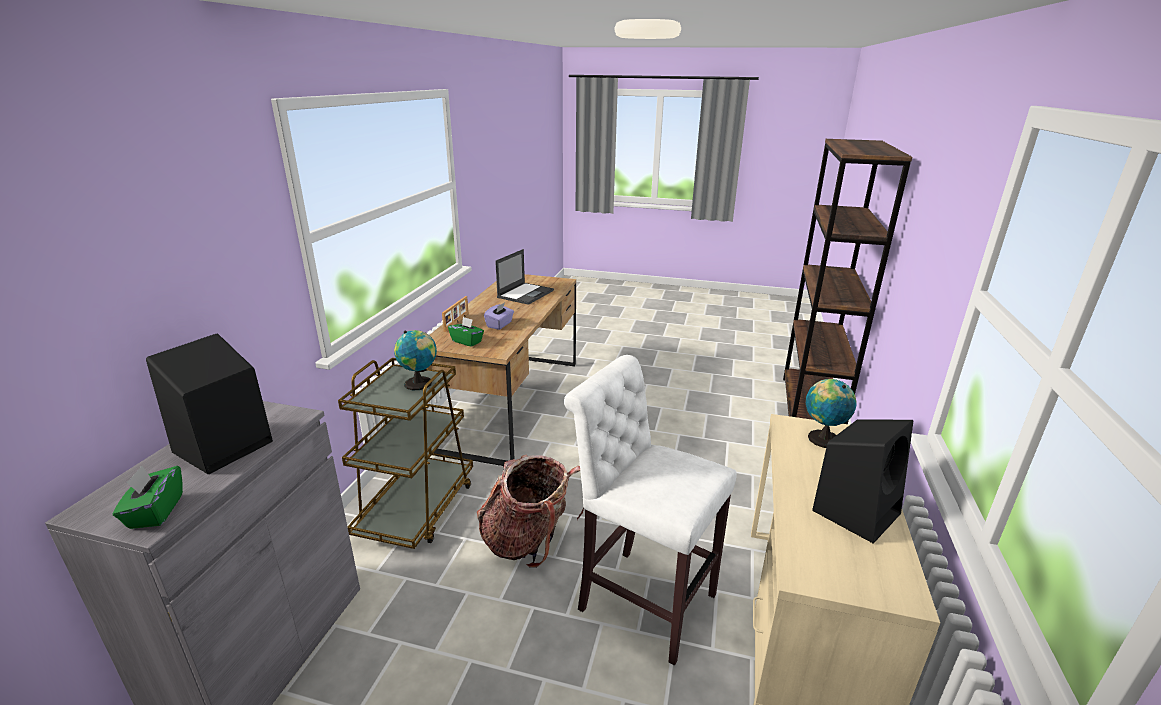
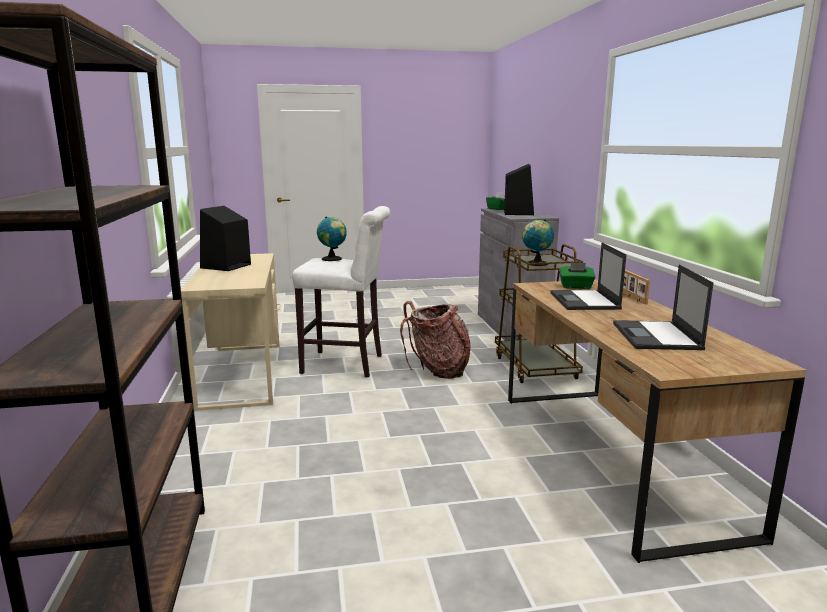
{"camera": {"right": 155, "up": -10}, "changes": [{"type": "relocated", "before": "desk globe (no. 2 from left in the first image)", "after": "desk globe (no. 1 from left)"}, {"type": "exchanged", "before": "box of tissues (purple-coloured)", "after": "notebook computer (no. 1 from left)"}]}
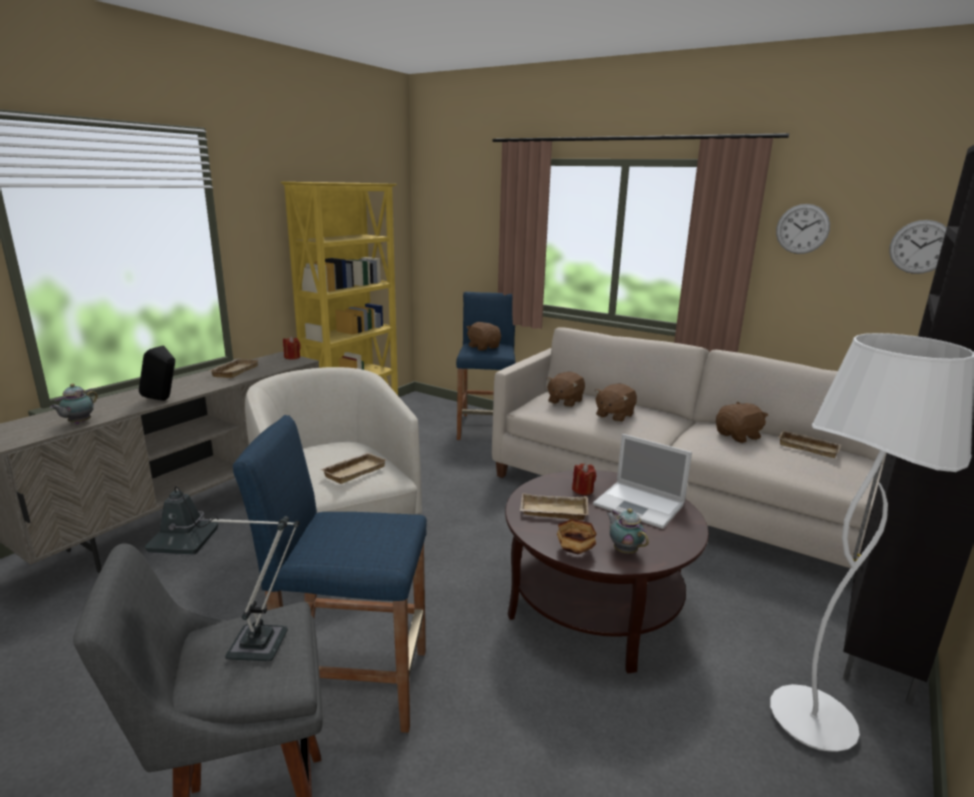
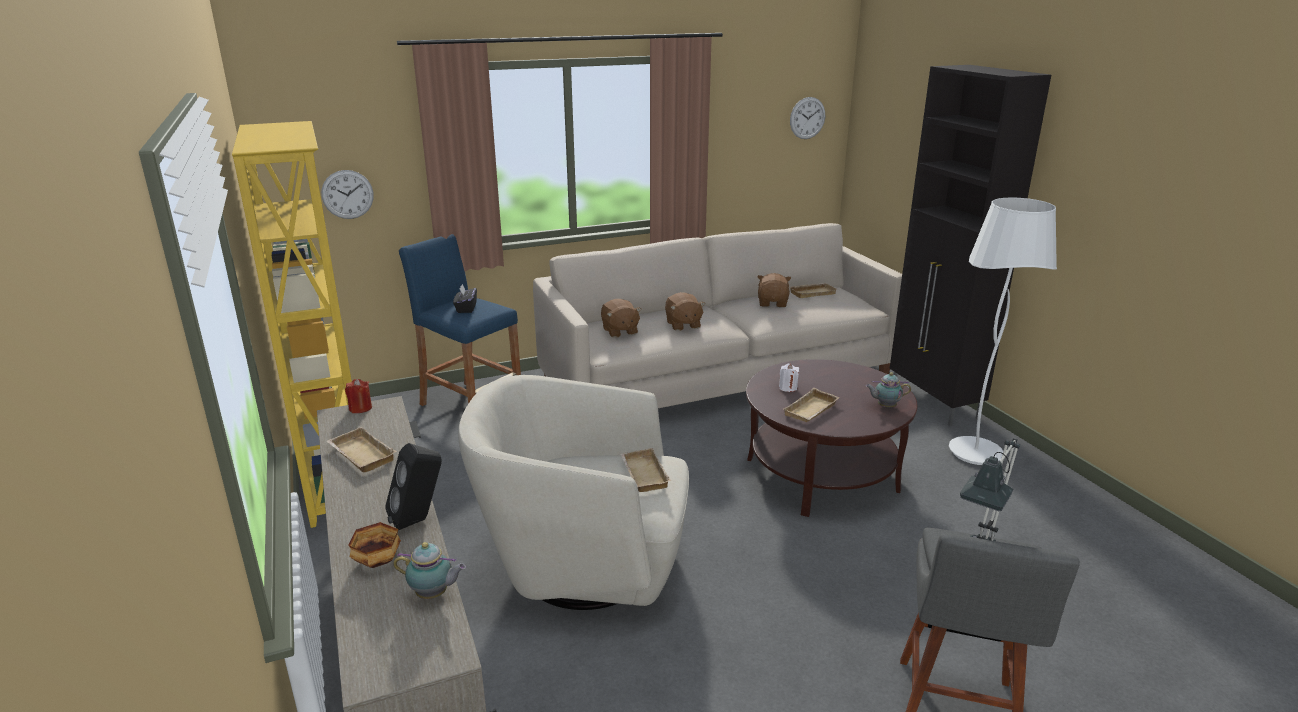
{"camera": {"right": -55, "up": 5}, "changes": [{"type": "relocated", "before": "clock on the wall (no. 1 from left)"}, {"type": "relocated", "before": "deep dish"}, {"type": "spun", "before": "teapot (no. 1 from left)", "turn": -45}, {"type": "exchanged", "before": "soft toy (brown) (no. 1 from left)", "after": "box of tissues (black)"}, {"type": "colour", "before": "wax candle (red-coloured) (no. 2 from left)", "after": "wax candle (white-coloured)"}, {"type": "missing", "before": "sitting stool (blue) (no. 1 from left)"}, {"type": "missing", "before": "notebook computer"}]}
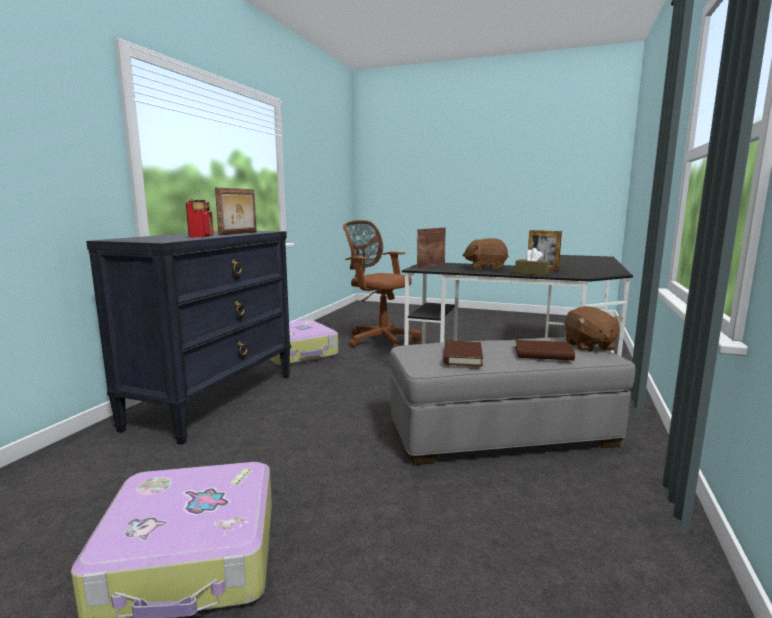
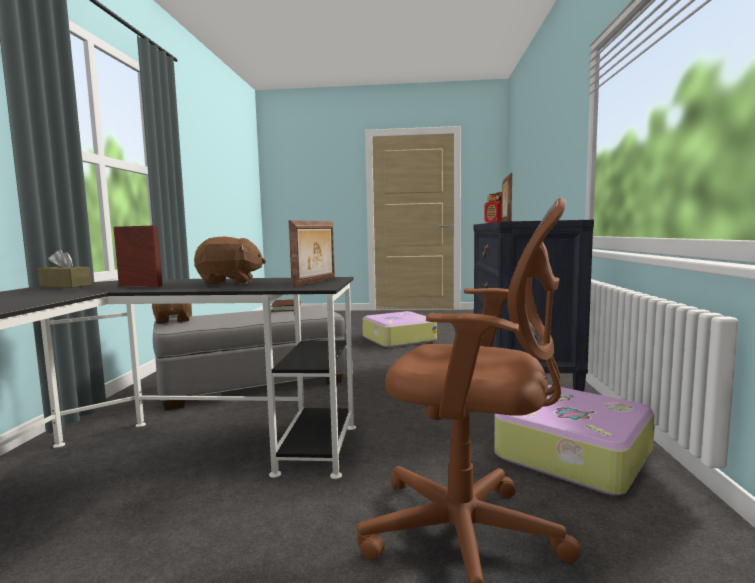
{"camera": {"right": 165, "up": -5}, "changes": [{"type": "relocated", "before": "box of tissues (brown)"}, {"type": "missing", "before": "volume (brown) (no. 2 from left)"}]}
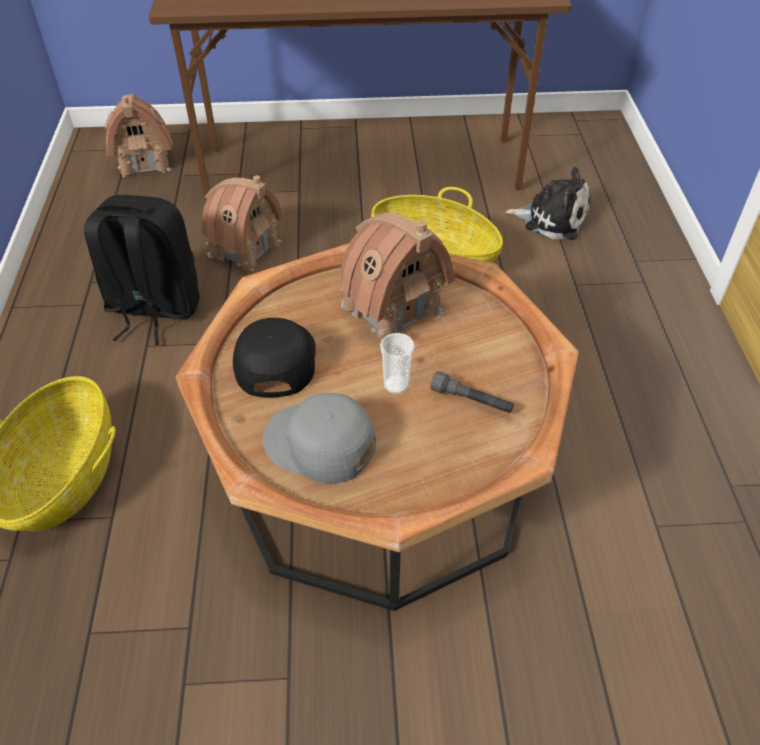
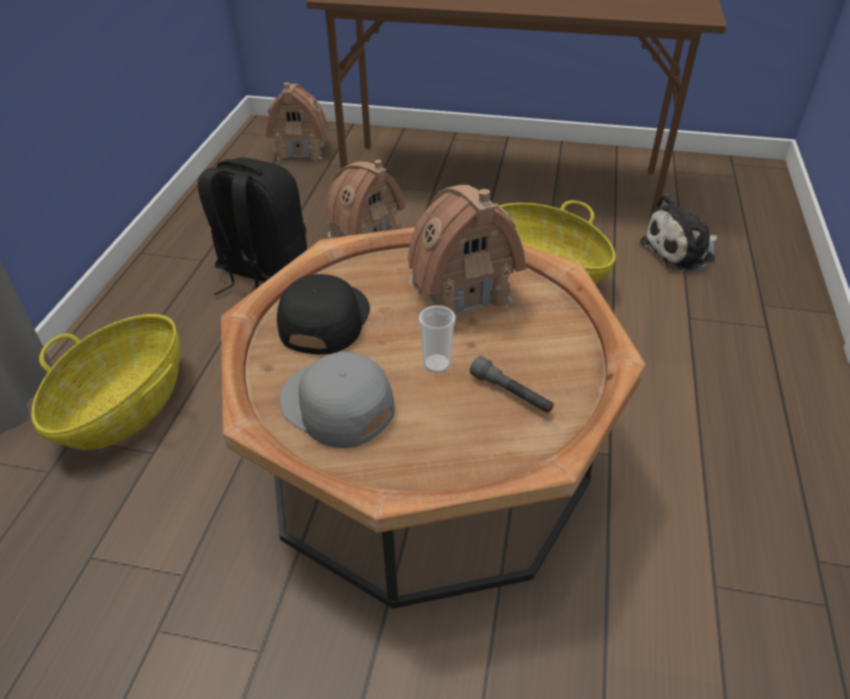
{"camera": {"right": 15, "up": -5}, "changes": [{"type": "spun", "before": "soft toy", "turn": 120}]}
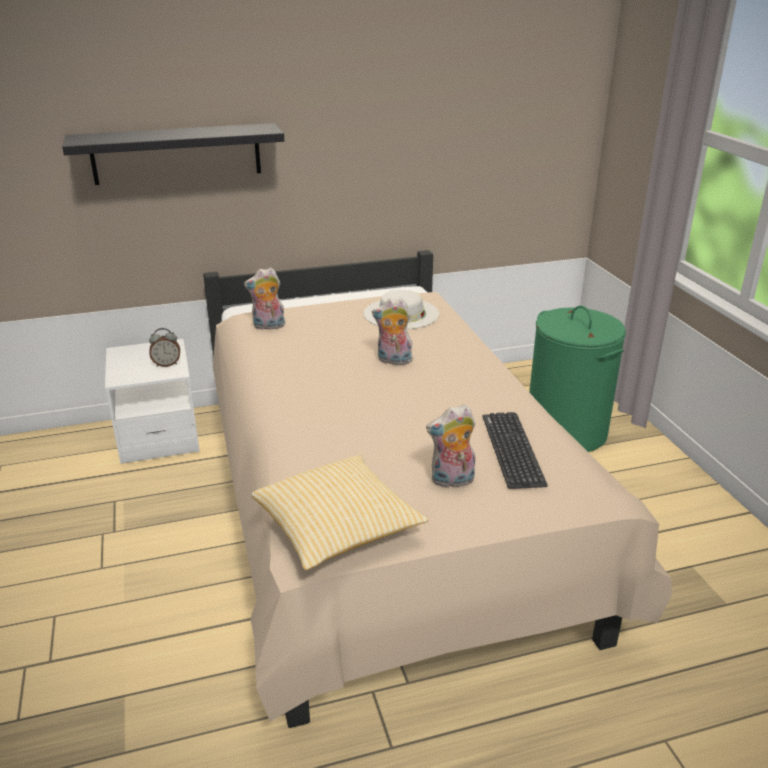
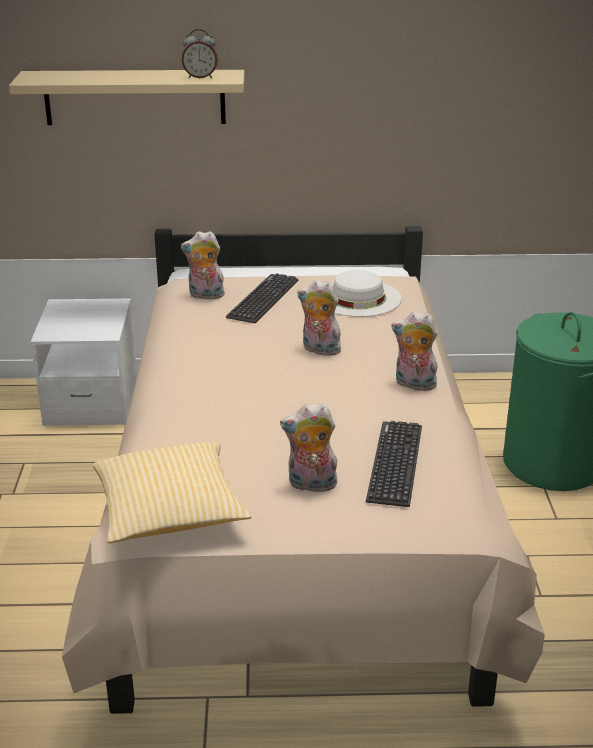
{"camera": {"right": 15, "up": 0}, "changes": [{"type": "colour", "before": "wall shelf (black)", "after": "wall shelf (beige)"}, {"type": "relocated", "before": "bedside clock"}, {"type": "appeared", "after": "keyboard (no. 1 from left)"}, {"type": "appeared", "after": "soft toy (no. 4 from left)"}]}
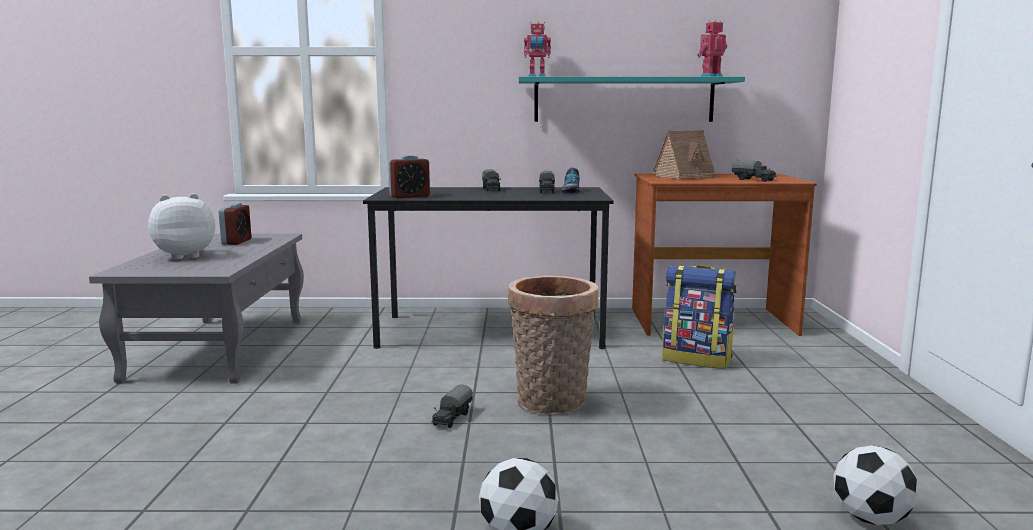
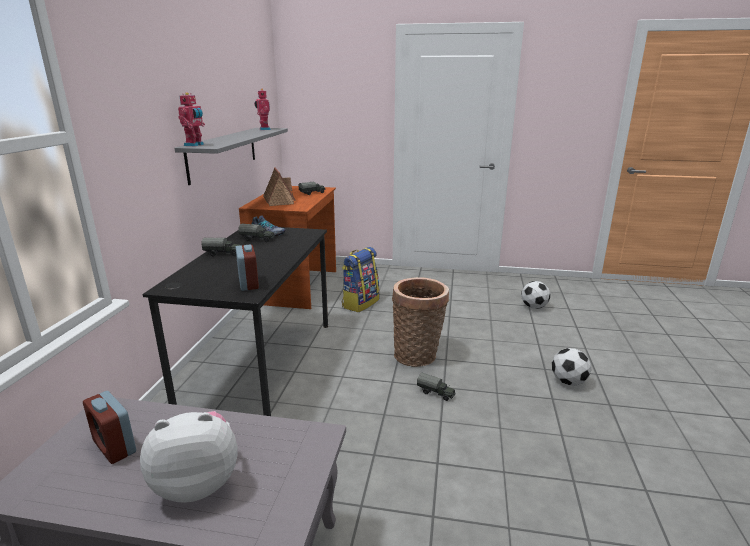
{"camera": {"right": -80, "up": 10}, "changes": [{"type": "spun", "before": "bedside clock (no. 1 from left)", "turn": -150}, {"type": "spun", "before": "soft toy", "turn": 90}, {"type": "colour", "before": "wall shelf (blue-green)", "after": "wall shelf (gray)"}]}
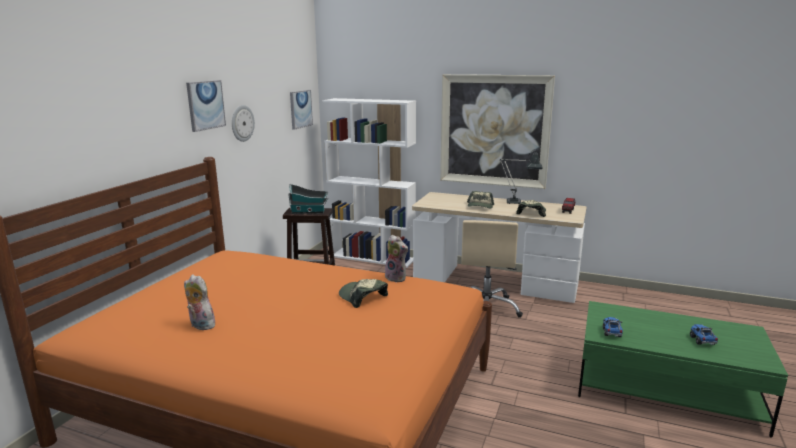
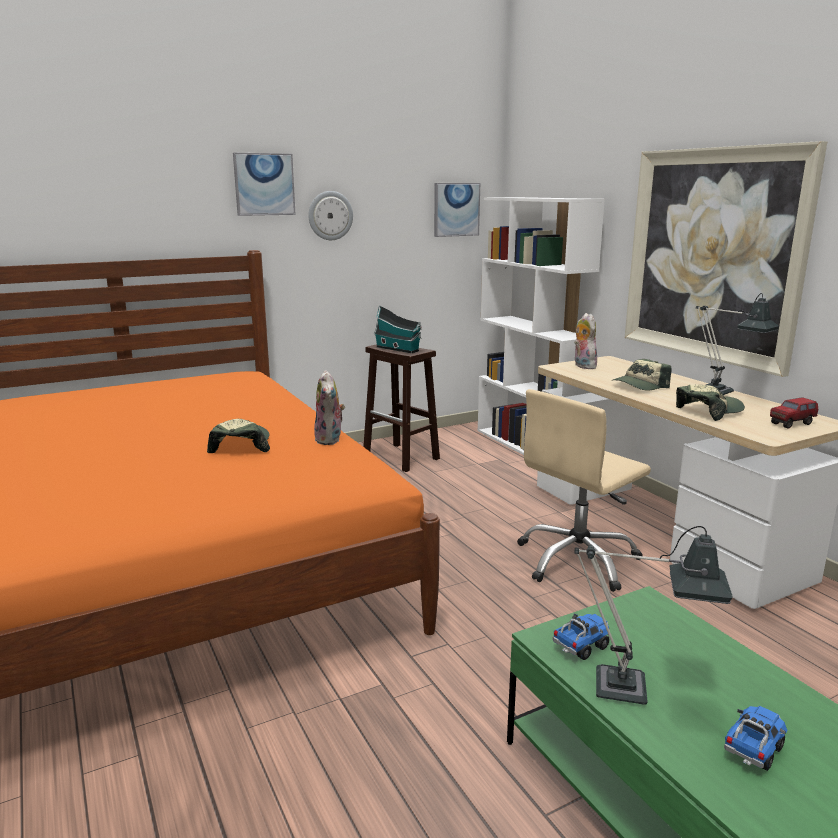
{"camera": {"right": 40, "up": 0}, "changes": [{"type": "relocated", "before": "soft toy (no. 1 from left in the first image)", "after": "soft toy (no. 2 from left)"}, {"type": "appeared", "after": "lamp for a table (no. 1 from left)"}]}
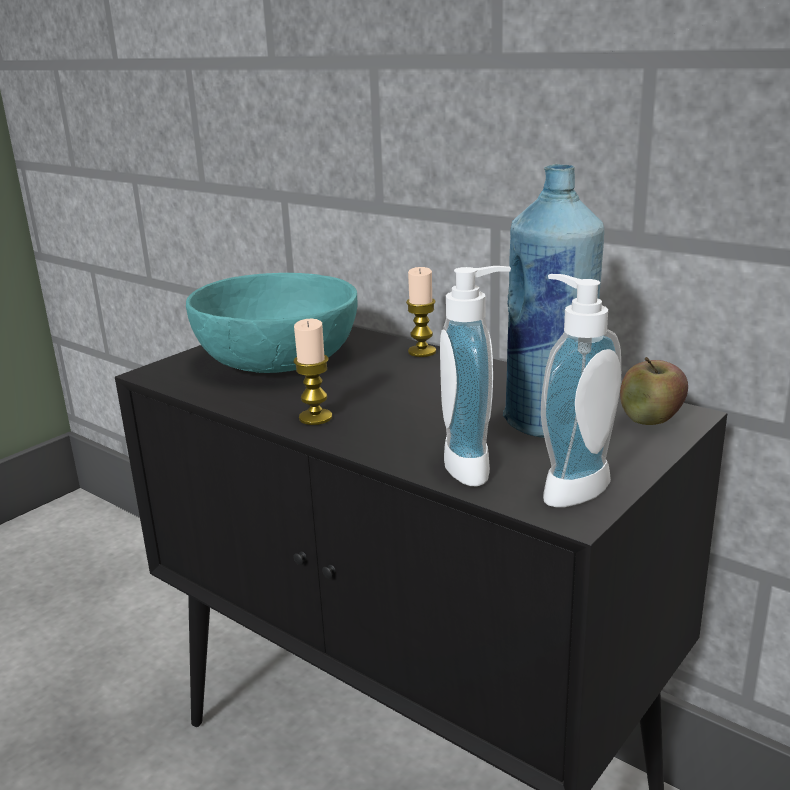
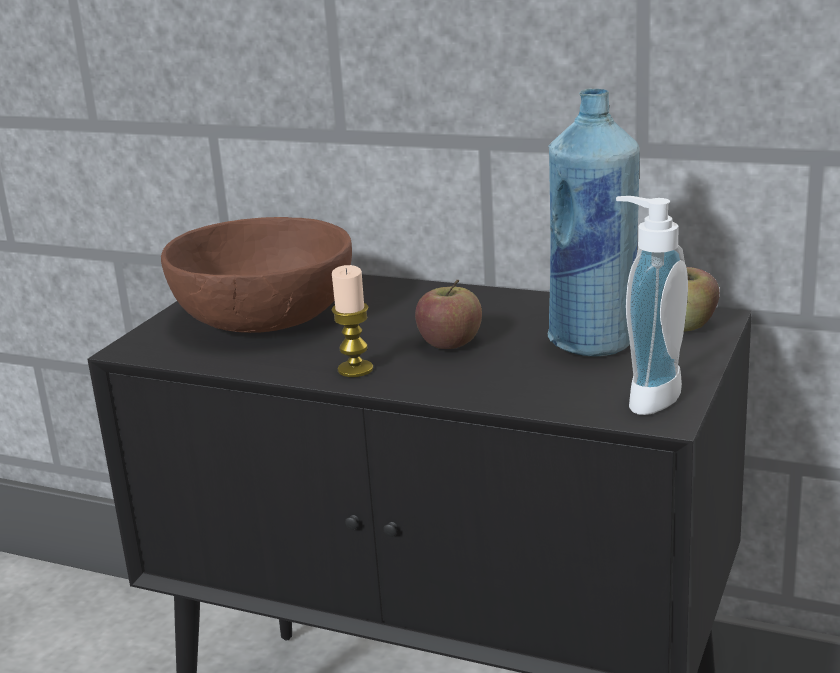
{"camera": {"right": -15, "up": 0}, "changes": [{"type": "colour", "before": "deep dish (blue-green)", "after": "deep dish (brown)"}, {"type": "appeared", "after": "apple fruit (no. 1 from left)"}, {"type": "missing", "before": "wax candle (no. 2 from left)"}, {"type": "missing", "before": "soap dispenser (no. 1 from left)"}]}
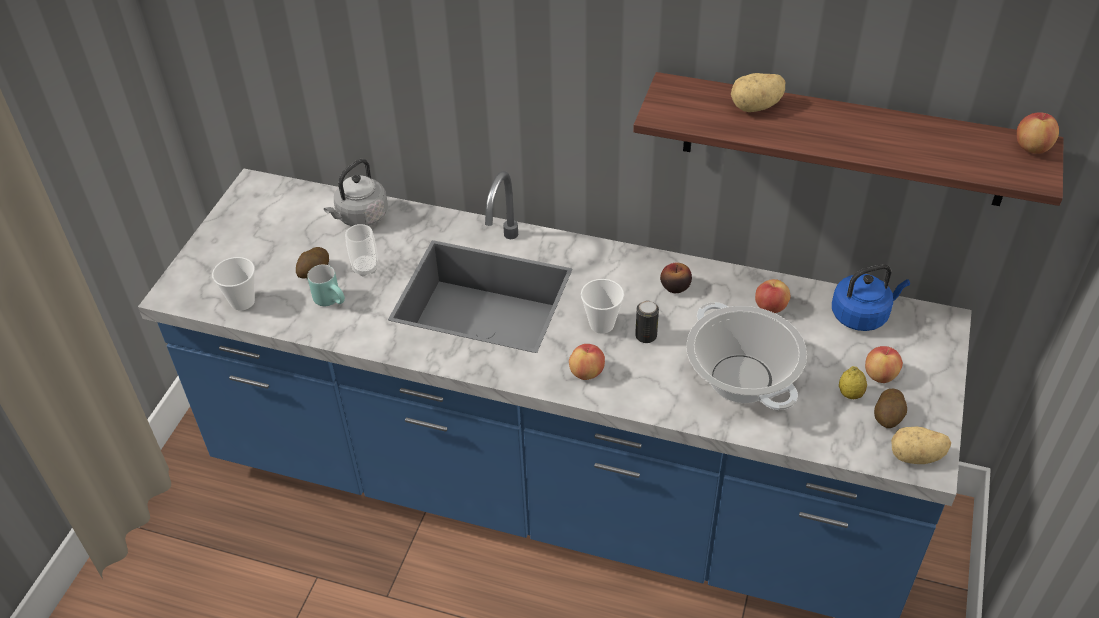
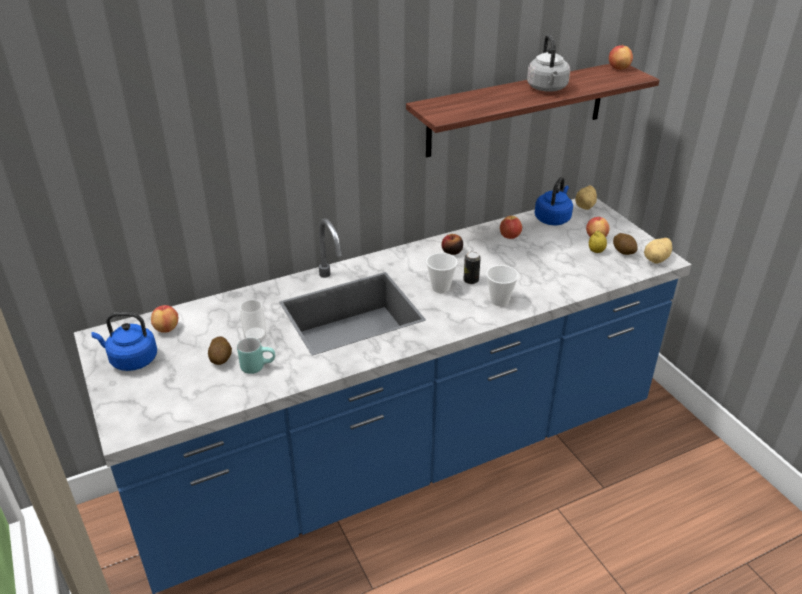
{"camera": {"right": -45, "up": -10}, "changes": [{"type": "appeared", "after": "kettle (blue) (no. 1 from left)"}, {"type": "relocated", "before": "apple fruit (no. 1 from left)"}, {"type": "relocated", "before": "drinking cup (no. 1 from left in the first image)", "after": "drinking cup (no. 3 from left)"}, {"type": "relocated", "before": "kettle (gray)"}, {"type": "relocated", "before": "spud (no. 2 from left)"}, {"type": "missing", "before": "cooking pot"}]}
